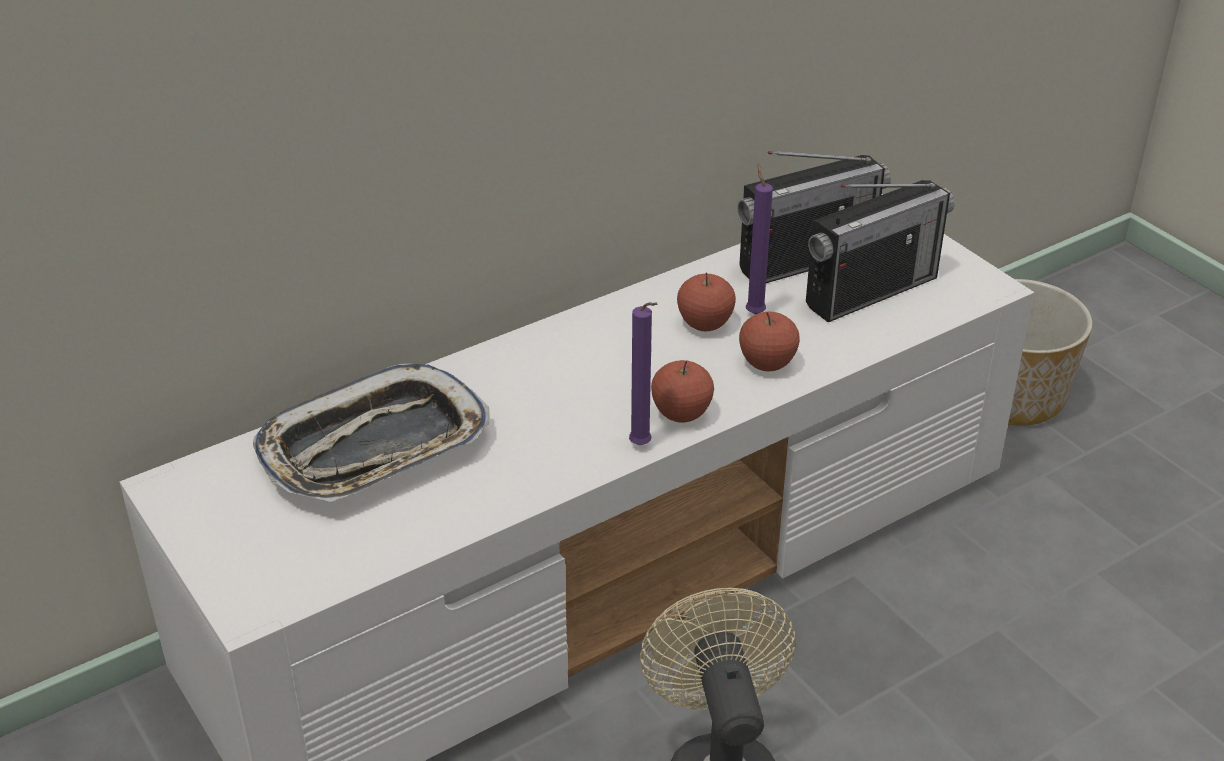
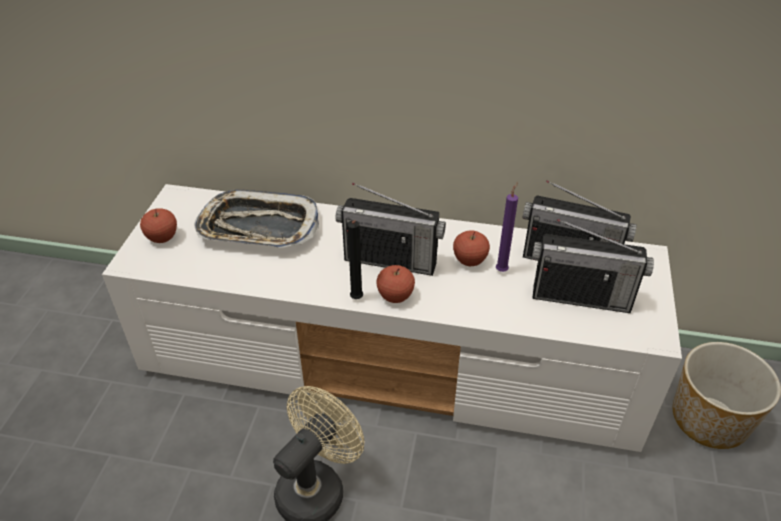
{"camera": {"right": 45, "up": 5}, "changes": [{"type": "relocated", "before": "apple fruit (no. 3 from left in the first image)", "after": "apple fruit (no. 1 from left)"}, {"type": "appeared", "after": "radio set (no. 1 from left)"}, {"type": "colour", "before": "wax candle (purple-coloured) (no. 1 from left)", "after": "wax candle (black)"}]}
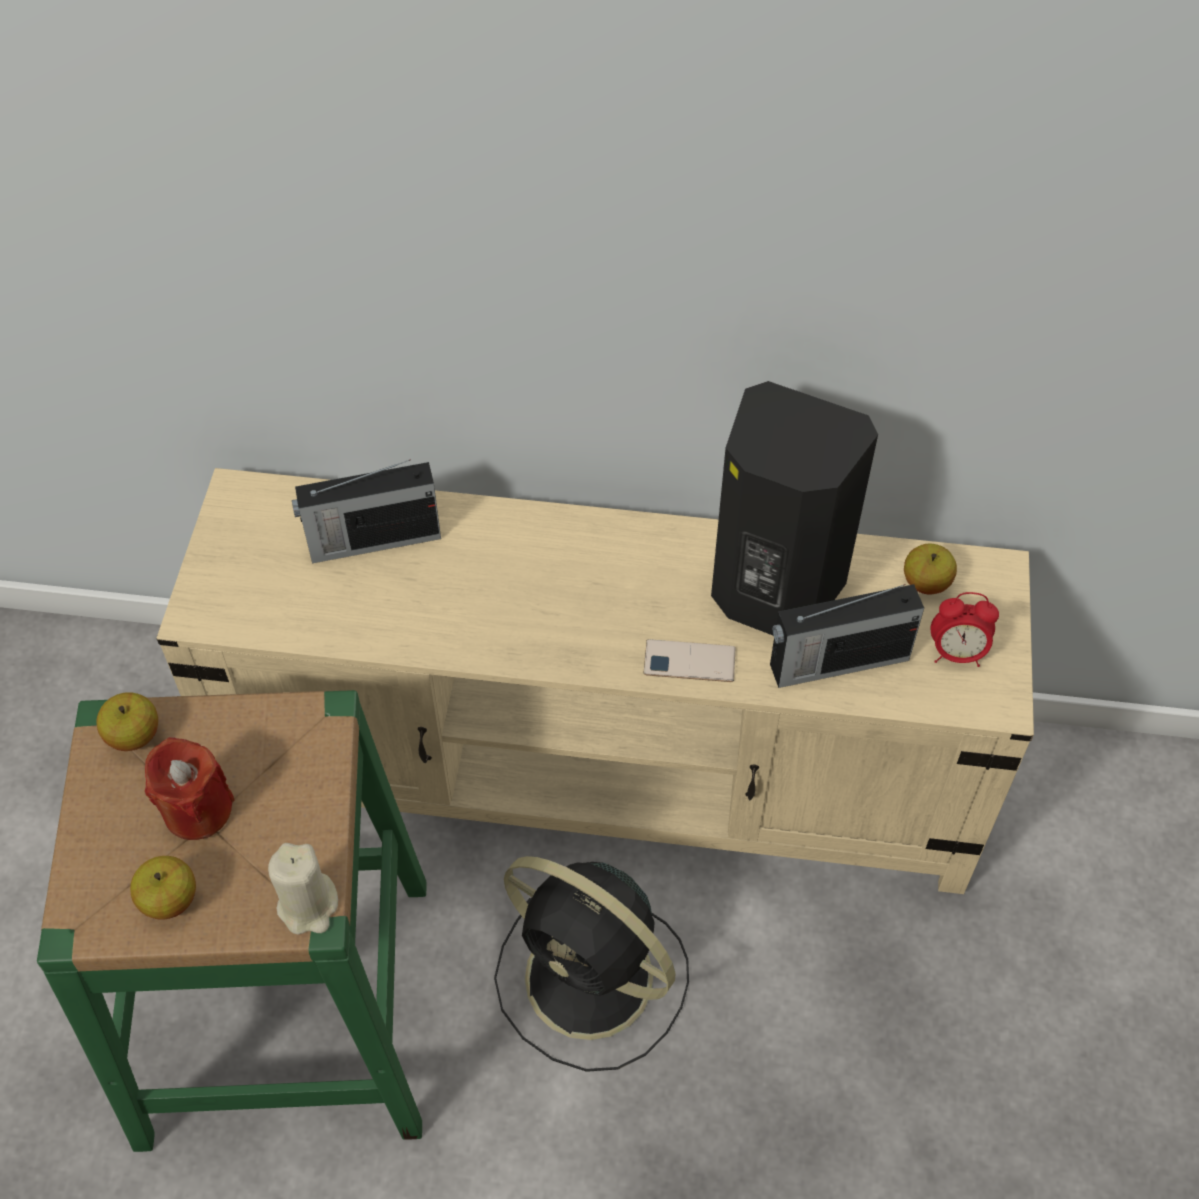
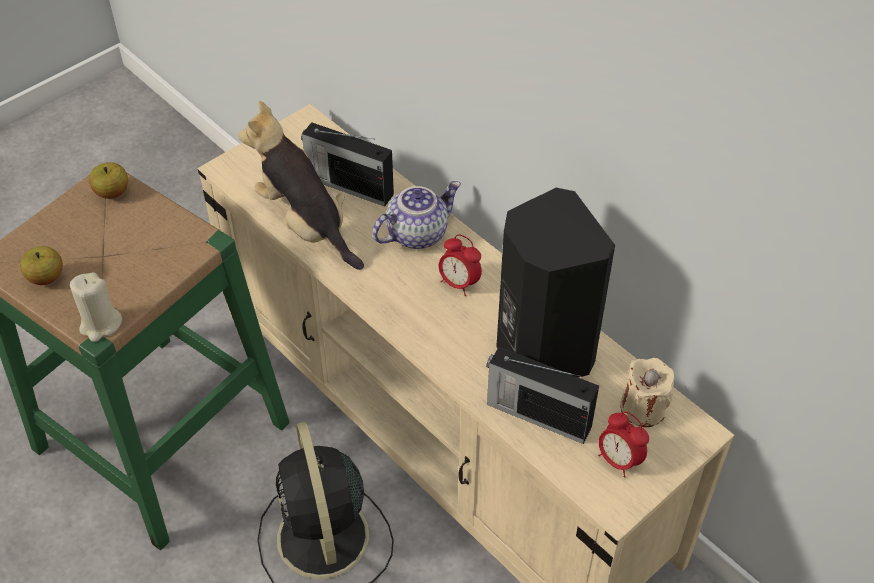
{"camera": {"right": 40, "up": -5}, "changes": [{"type": "appeared", "after": "soft toy"}, {"type": "appeared", "after": "teapot"}, {"type": "appeared", "after": "bedside clock (no. 1 from left)"}, {"type": "exchanged", "before": "apple fruit (no. 3 from left)", "after": "wax candle (beige) (no. 2 from left)"}, {"type": "missing", "before": "wax candle (red-coloured)"}, {"type": "missing", "before": "phone"}]}
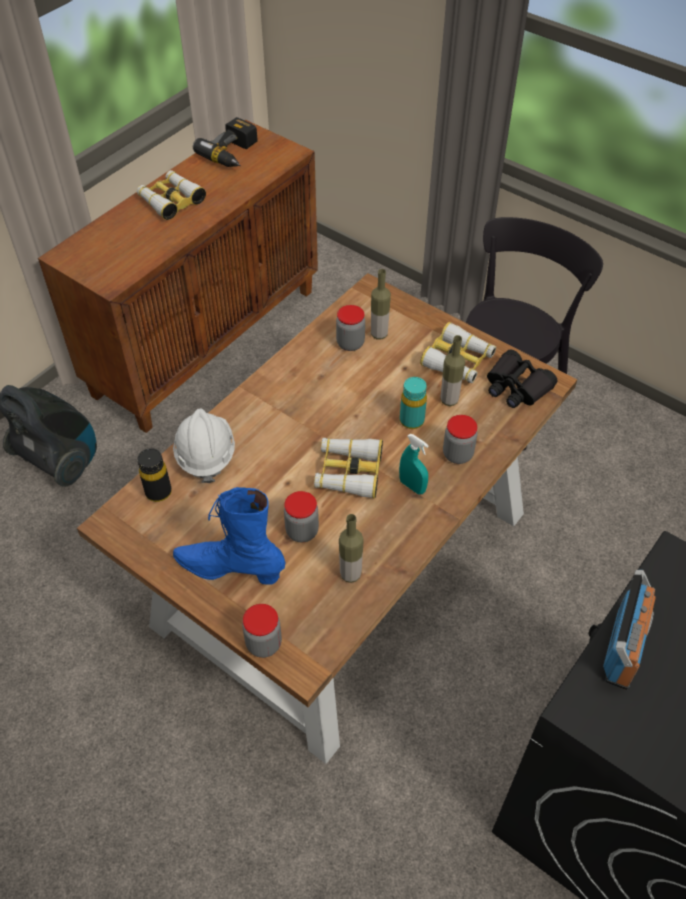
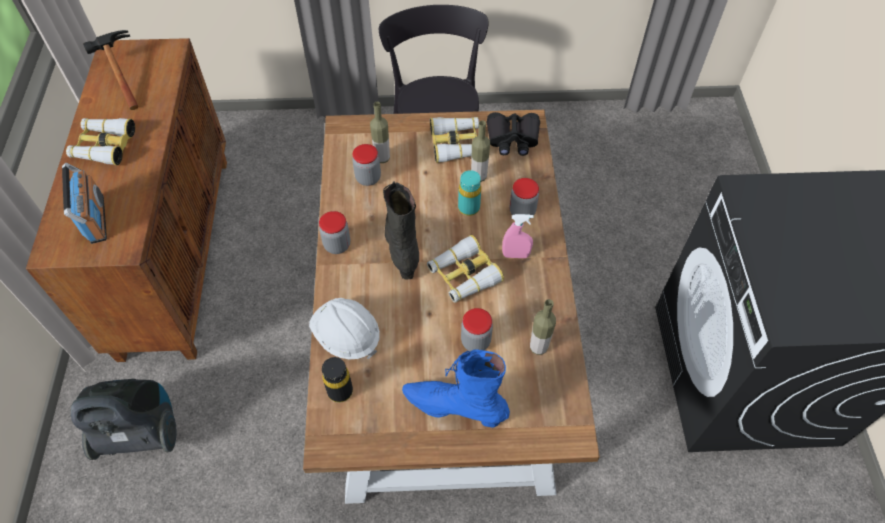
{"camera": {"right": -40, "up": 5}, "changes": [{"type": "relocated", "before": "radio set"}, {"type": "exchanged", "before": "electric drill", "after": "hand hammer"}, {"type": "relocated", "before": "preserve jar (no. 1 from left)"}, {"type": "appeared", "after": "high-top boot (black)"}, {"type": "spun", "before": "high-top boot (blue)", "turn": 45}, {"type": "colour", "before": "hand sprayer (blue-green)", "after": "hand sprayer (pinkish)"}]}
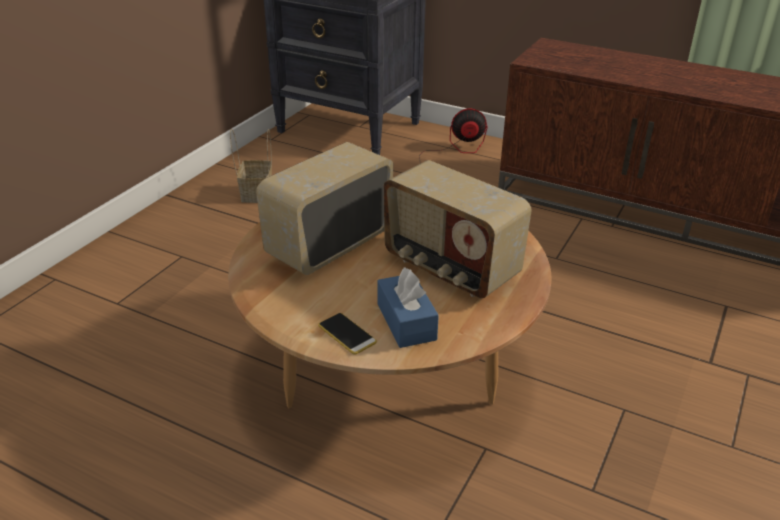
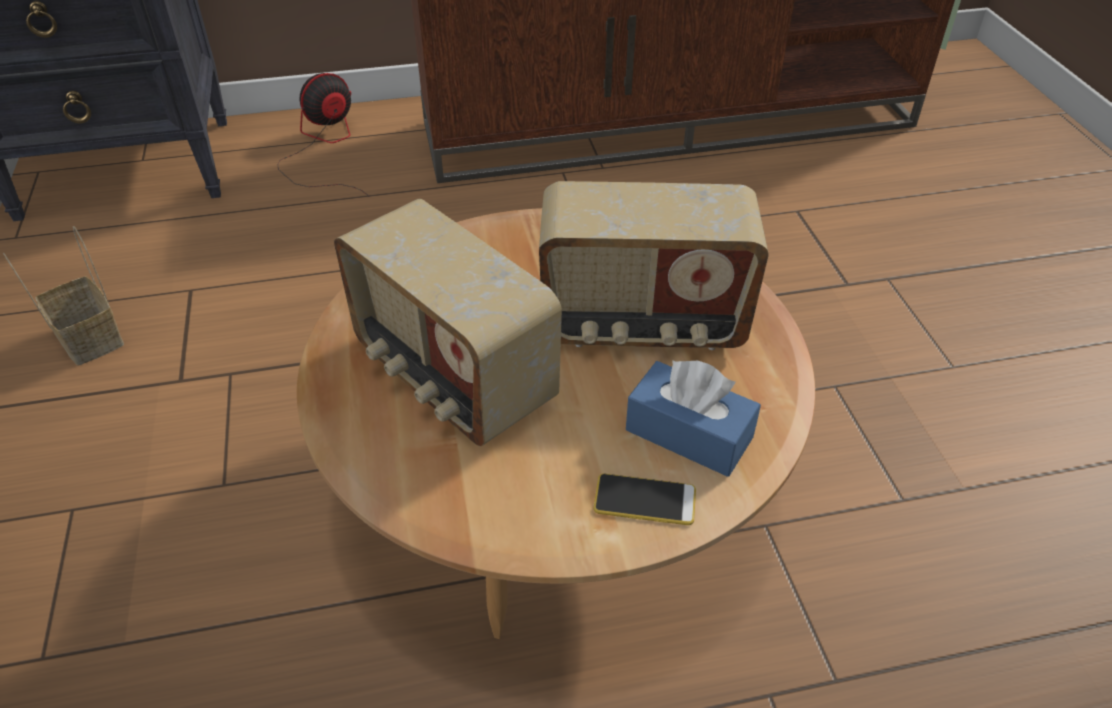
{"camera": {"right": -40, "up": 10}, "changes": [{"type": "spun", "before": "radio set (no. 1 from left)", "turn": -45}]}
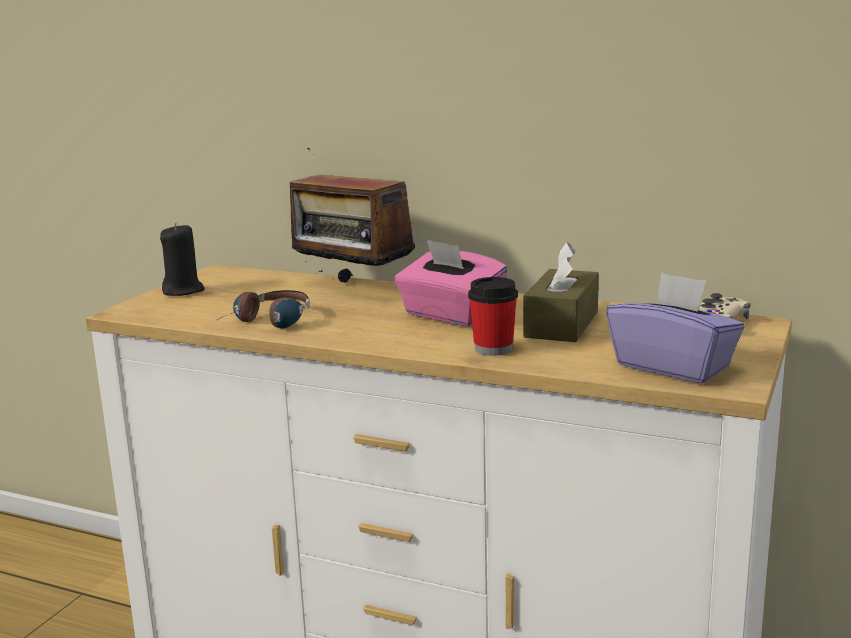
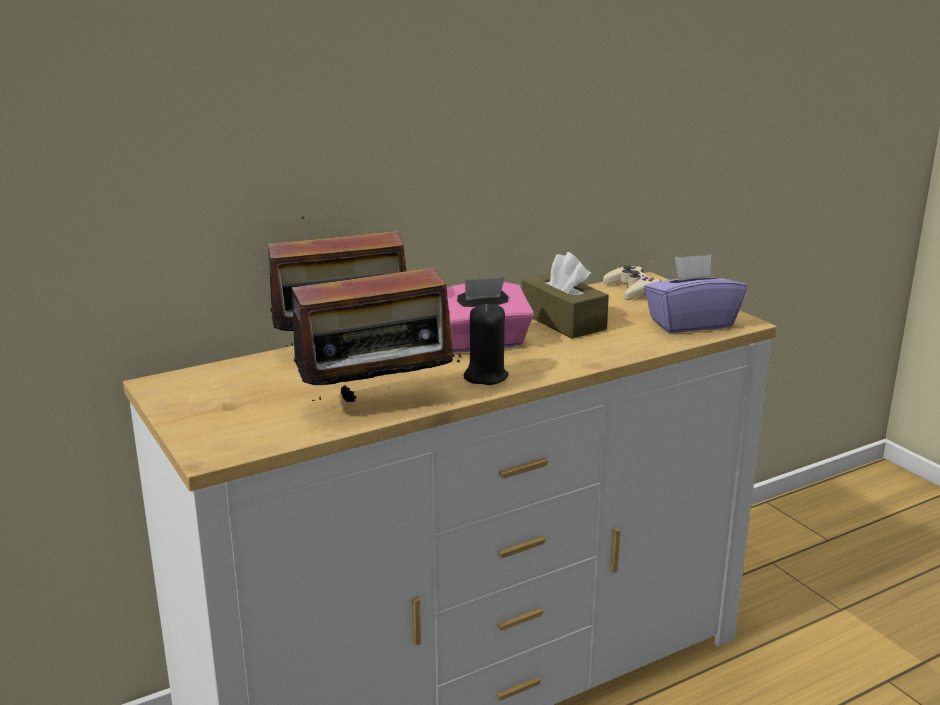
{"camera": {"right": -55, "up": 5}, "changes": [{"type": "exchanged", "before": "pair of headphones", "after": "radio set (no. 2 from left)"}, {"type": "relocated", "before": "wax candle (black)"}, {"type": "missing", "before": "drinking cup"}]}
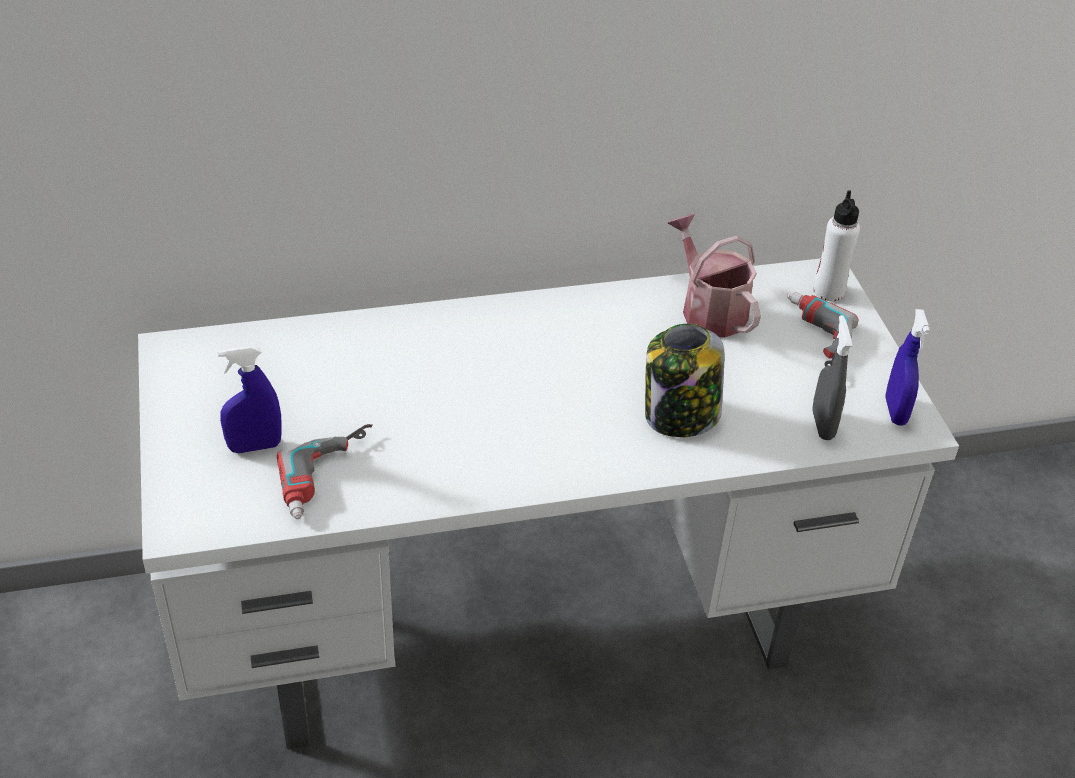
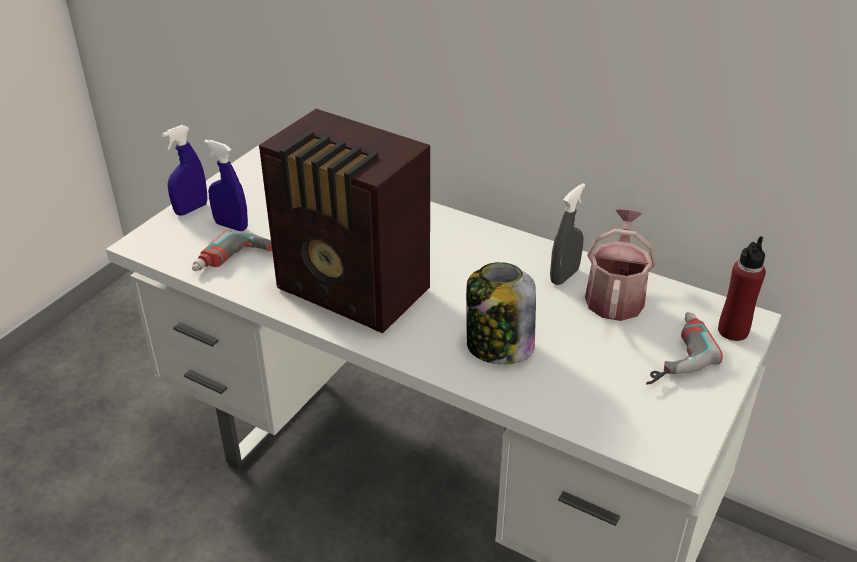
{"camera": {"right": 45, "up": -5}, "changes": [{"type": "relocated", "before": "hand sprayer (blue) (no. 2 from left in the first image)", "after": "hand sprayer (blue) (no. 1 from left)"}, {"type": "appeared", "after": "radio set"}, {"type": "relocated", "before": "hand sprayer (gray)"}, {"type": "colour", "before": "drink bottle (white-coloured)", "after": "drink bottle (red-coloured)"}]}
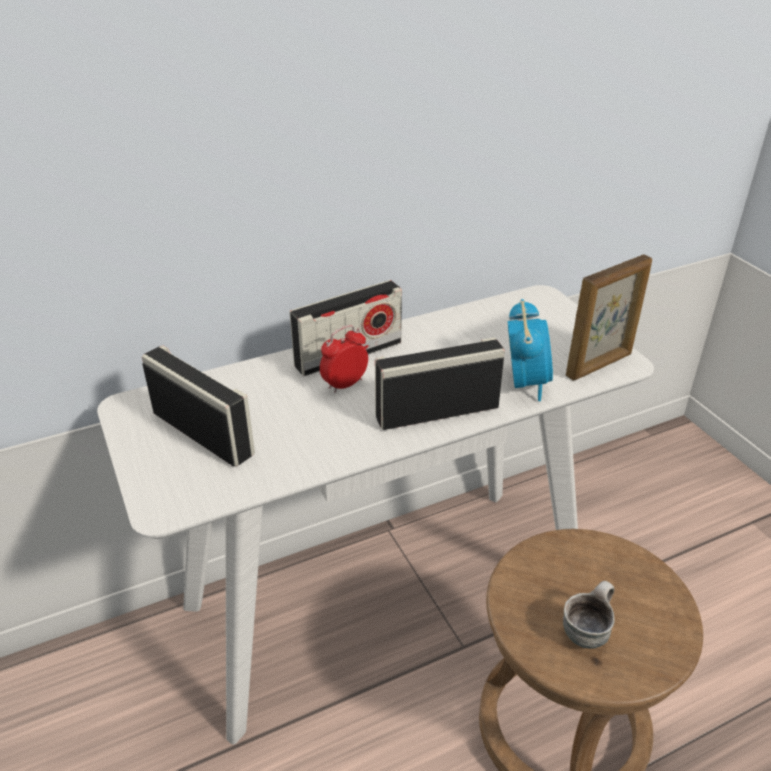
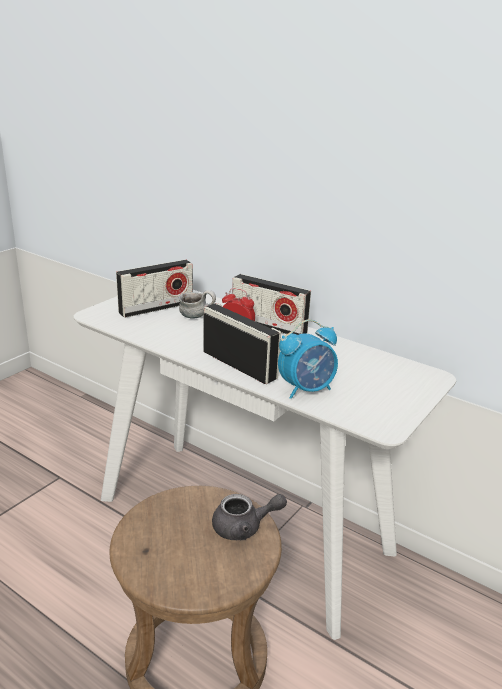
{"camera": {"right": 60, "up": -10}, "changes": [{"type": "spun", "before": "radio set (no. 1 from left)", "turn": 45}, {"type": "relocated", "before": "coffee mug"}, {"type": "appeared", "after": "teapot (gray)"}, {"type": "missing", "before": "photo frame"}]}
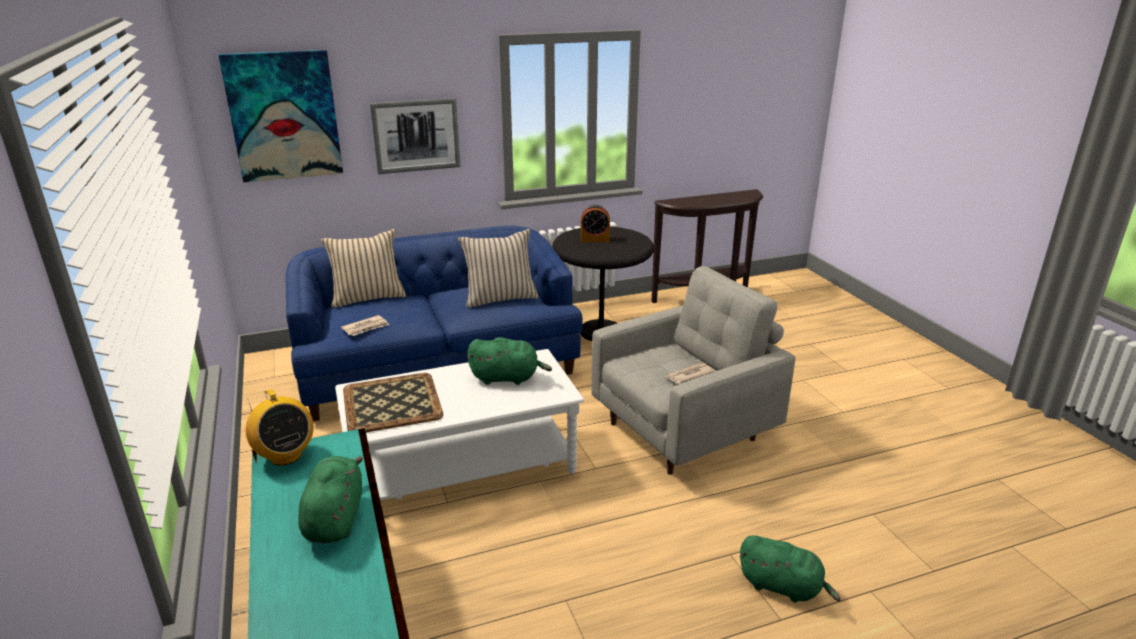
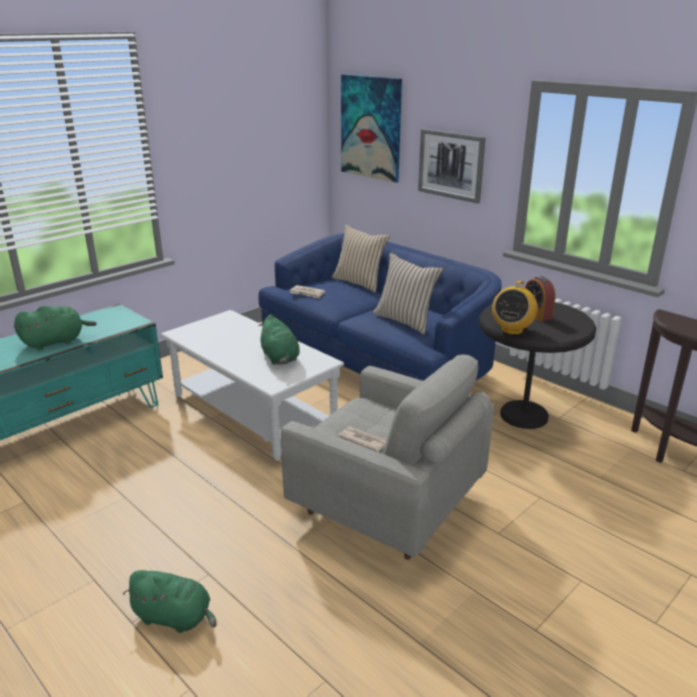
{"camera": {"right": 65, "up": 0}, "changes": [{"type": "spun", "before": "soft toy (green-coloured) (no. 3 from left in the first image)", "turn": -75}, {"type": "relocated", "before": "radio set"}, {"type": "missing", "before": "tray"}]}
